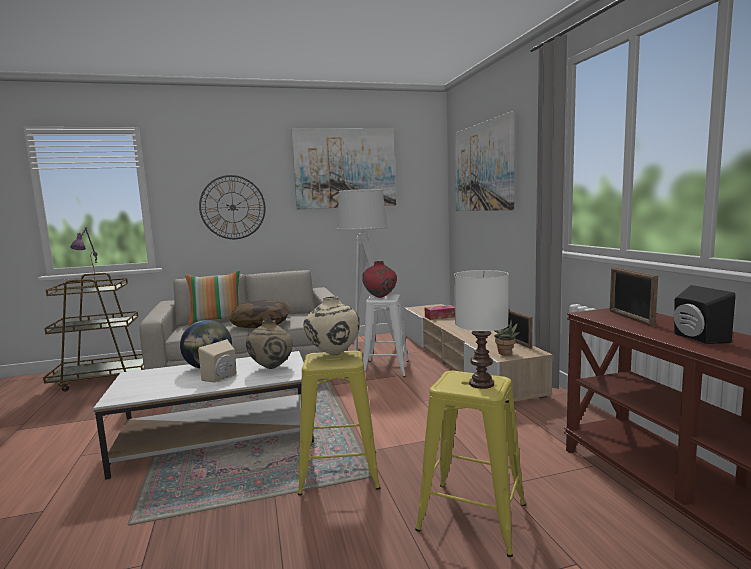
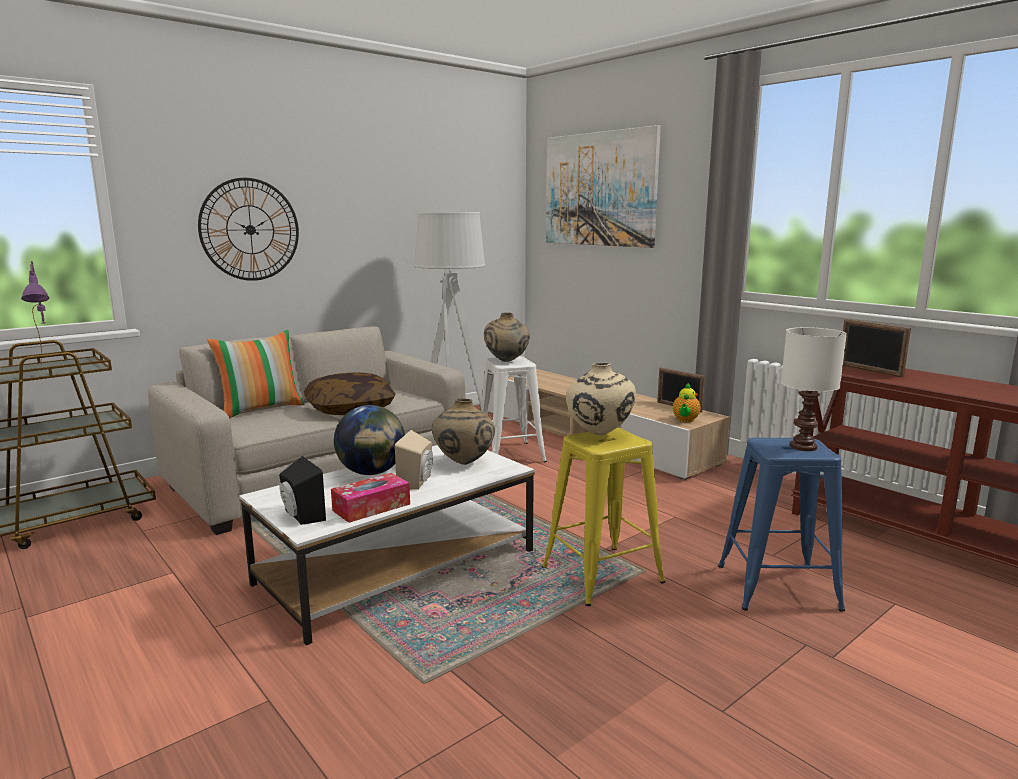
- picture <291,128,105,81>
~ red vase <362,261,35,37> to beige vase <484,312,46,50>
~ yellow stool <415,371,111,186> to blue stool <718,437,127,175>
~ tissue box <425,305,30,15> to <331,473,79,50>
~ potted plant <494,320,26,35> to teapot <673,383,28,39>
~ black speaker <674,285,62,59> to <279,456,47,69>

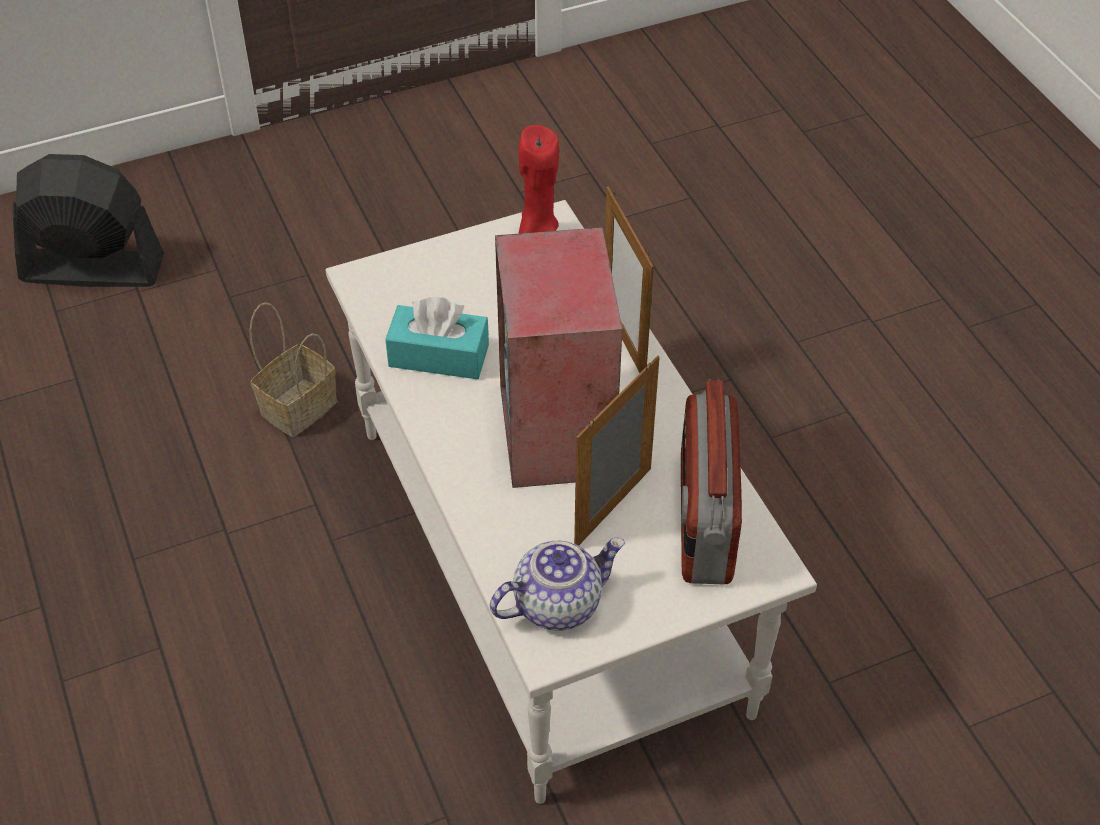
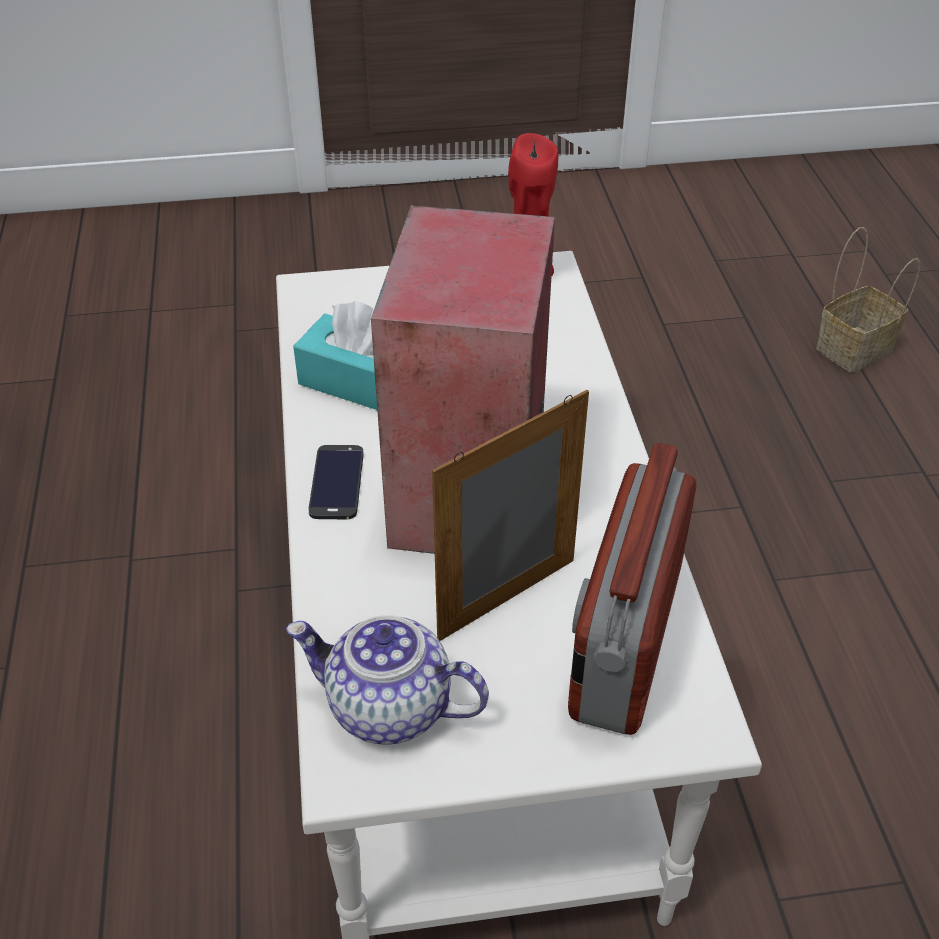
- black fan <12,154,152,133>
~ basket <249,302,88,135> to <816,227,104,146>
~ teapot <490,537,135,94> = <286,615,203,130> 150 degrees counterclockwise
- picture frame <605,187,49,186>
+ phone <309,445,55,74>

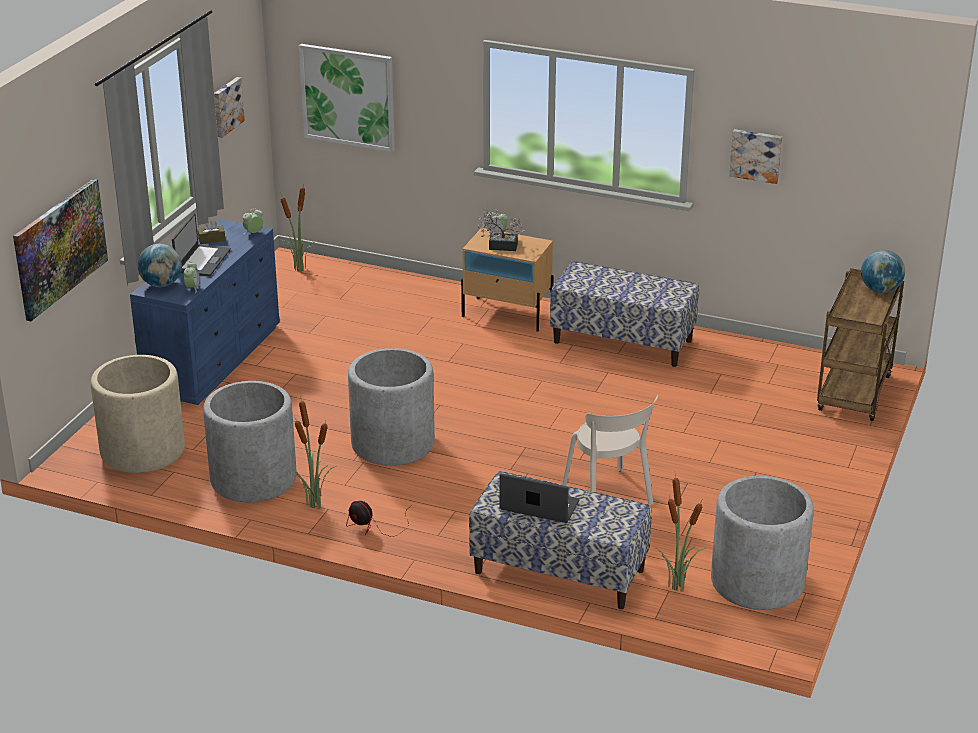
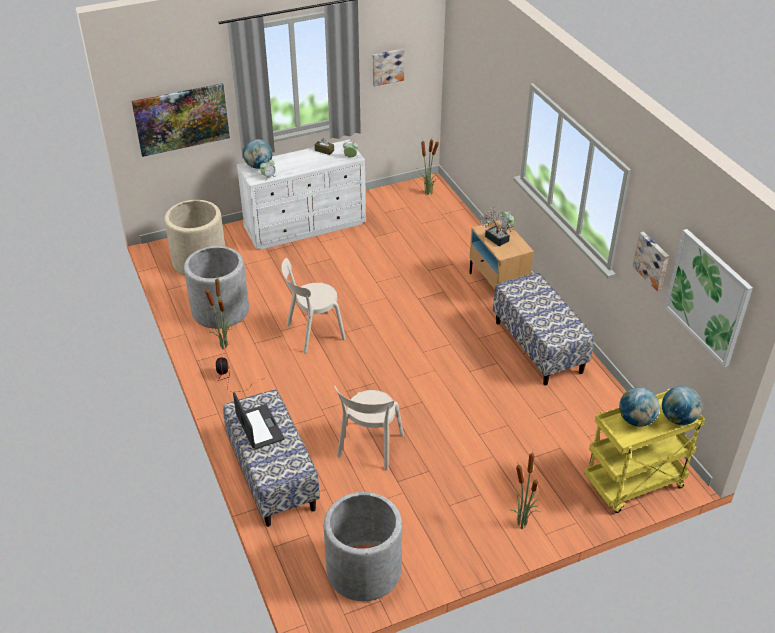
~ blue dresser <130,219,150,186> to white dresser <237,140,129,110>
- laptop <172,213,59,63>
~ picture <299,44,96,108> to <664,229,89,138>
~ grey planter <348,348,87,118> to beige chair <281,258,65,96>
~ potted plant <656,475,50,117> to <511,450,29,80>
~ brown cart <817,268,87,153> to yellow cart <584,389,121,124>
+ globe <619,387,41,40>

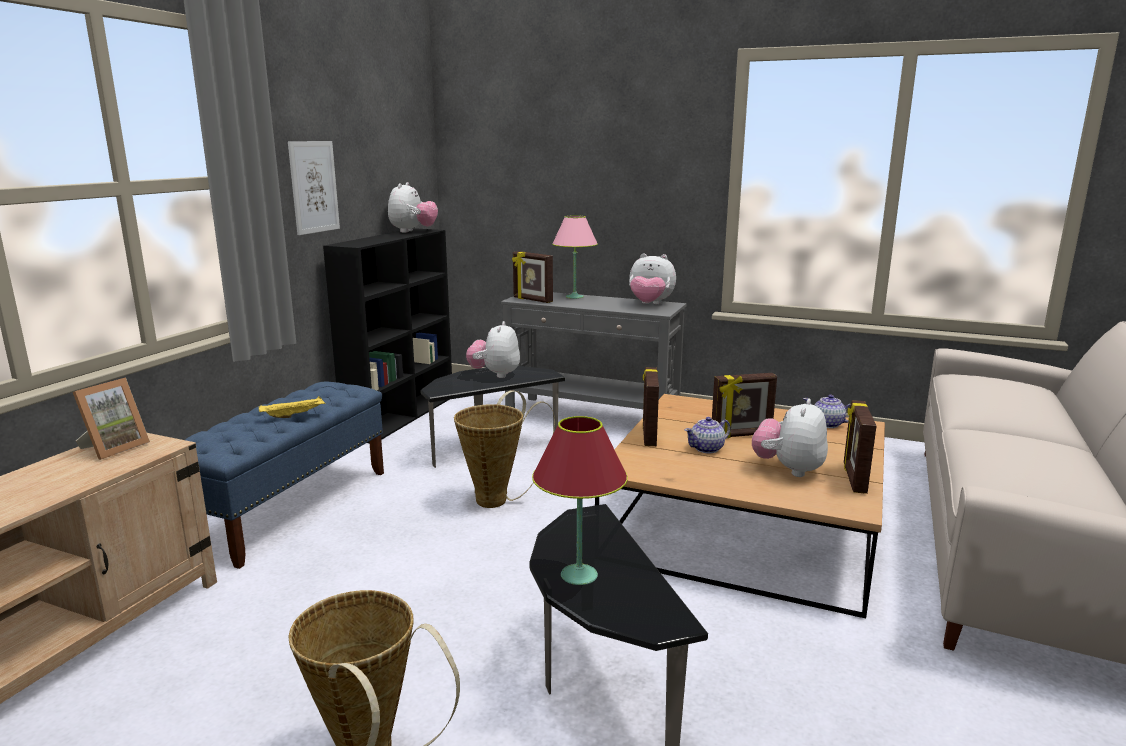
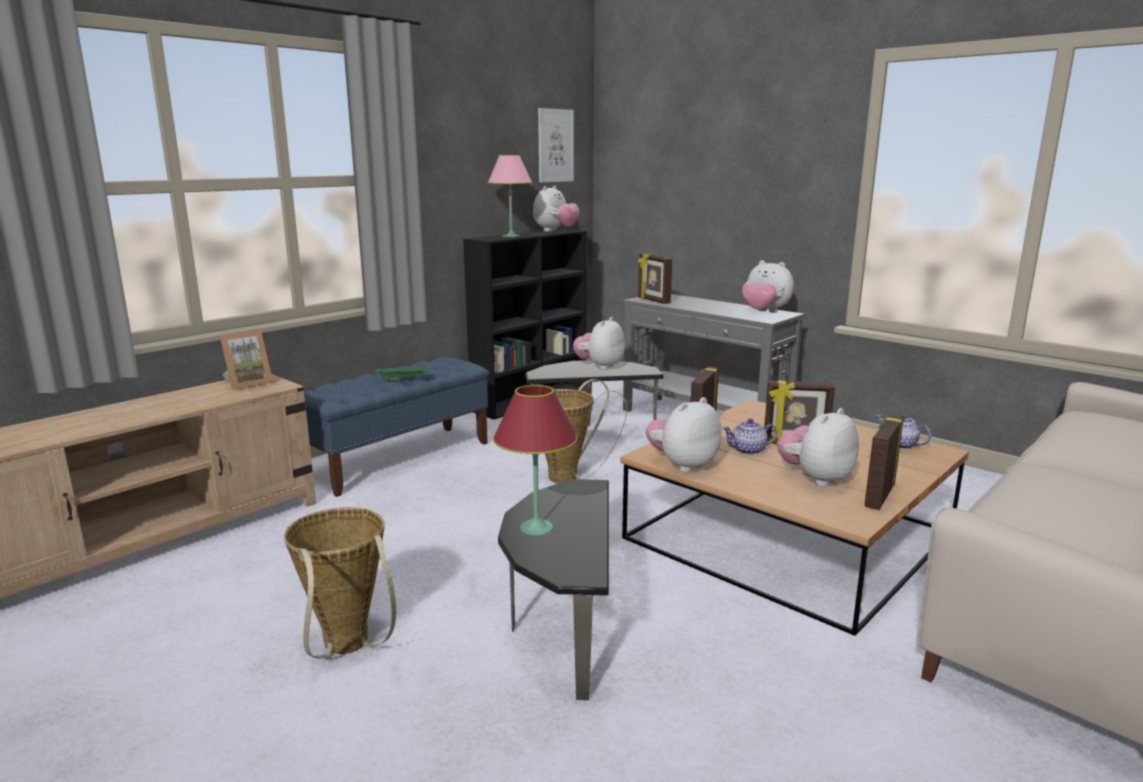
~ yellow tray <259,396,66,22> to green tray <373,365,55,16>
~ picture <288,141,52,94> to <538,108,36,75>
~ pink table lamp <552,215,46,84> to <488,155,44,82>
+ plush toy <646,397,75,75>

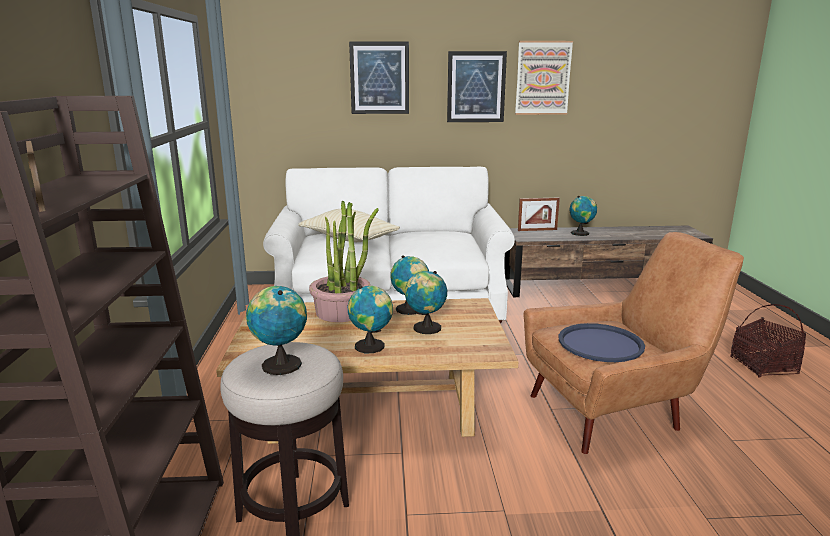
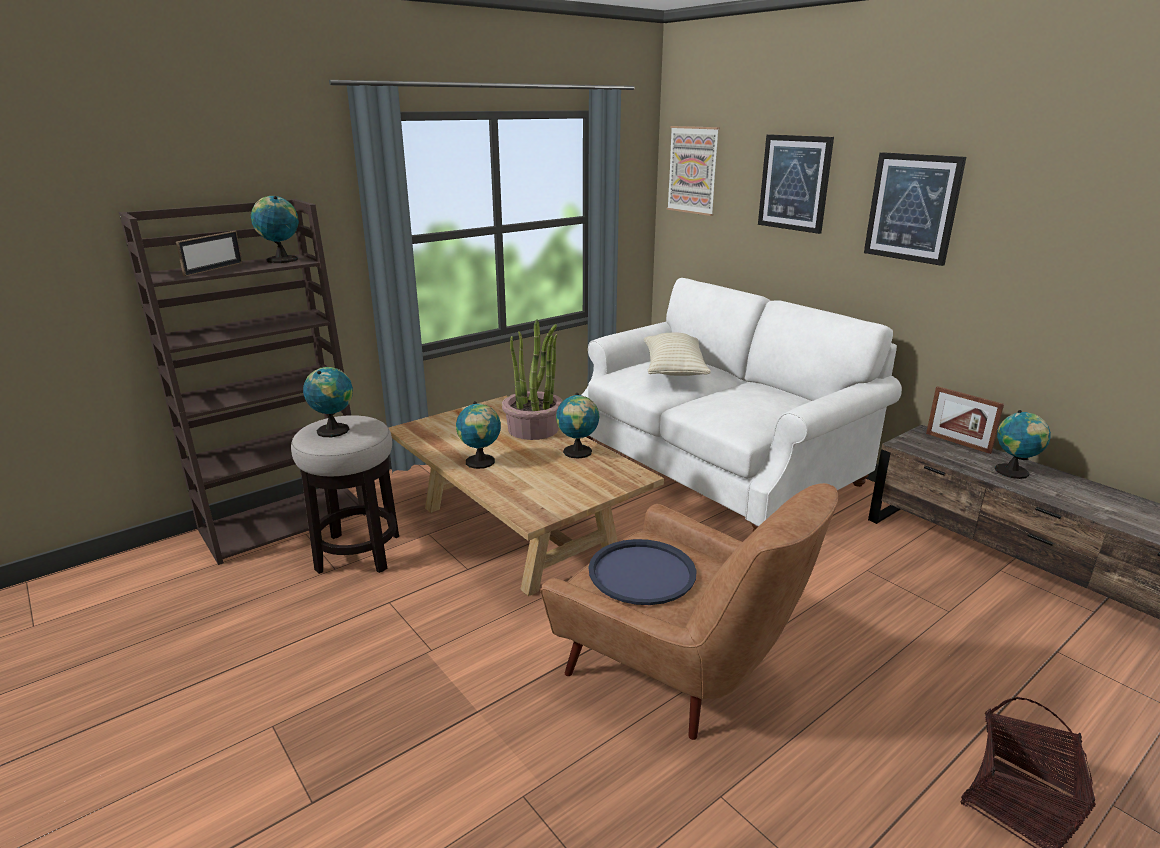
~ globe <405,271,42,63> to <251,196,48,67>
~ picture <515,41,58,74> to <667,126,53,90>

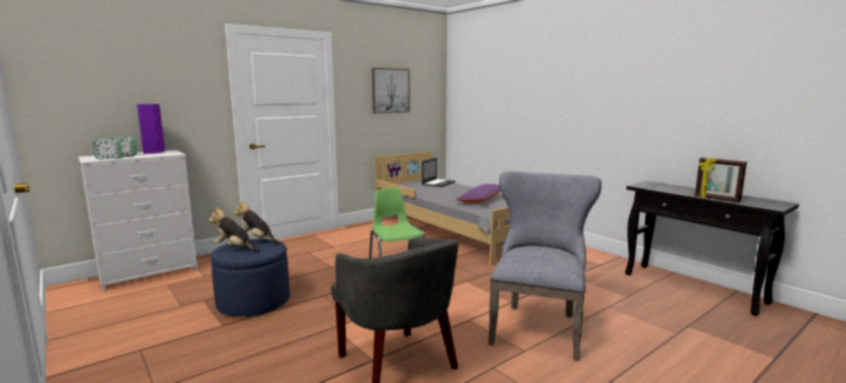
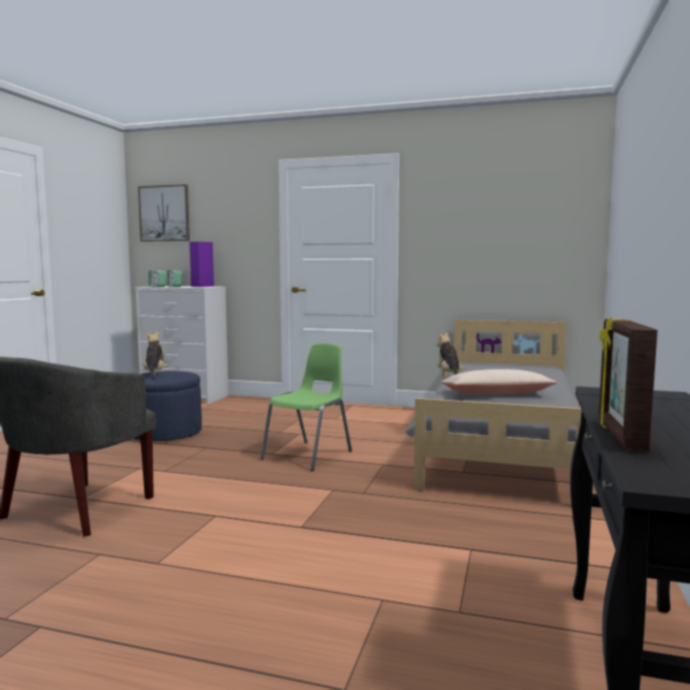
~ plush toy <234,201,46,43> to <437,332,28,43>
~ picture <372,68,38,46> to <138,184,52,58>
- laptop <422,158,34,29>
~ purple pillow <456,184,45,19> to beige pillow <441,369,117,26>
- grey chair <488,171,114,190>

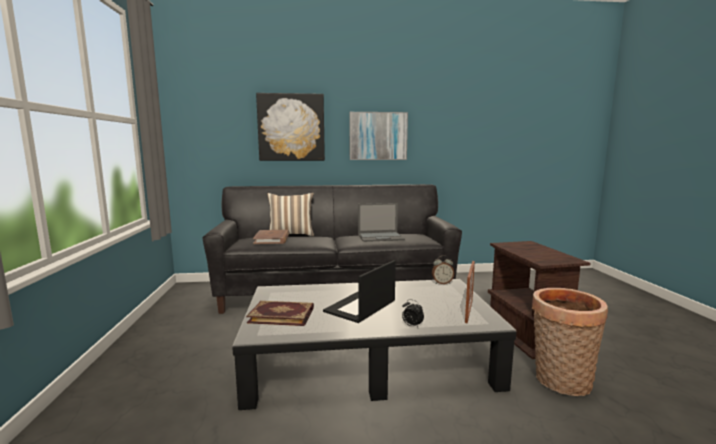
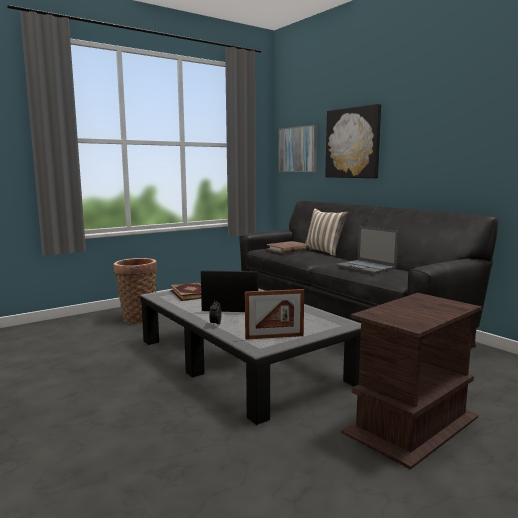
~ picture <349,112,59,48> to <278,125,40,47>
- alarm clock <432,255,22,29>
~ basket <532,288,76,108> to <113,258,44,66>

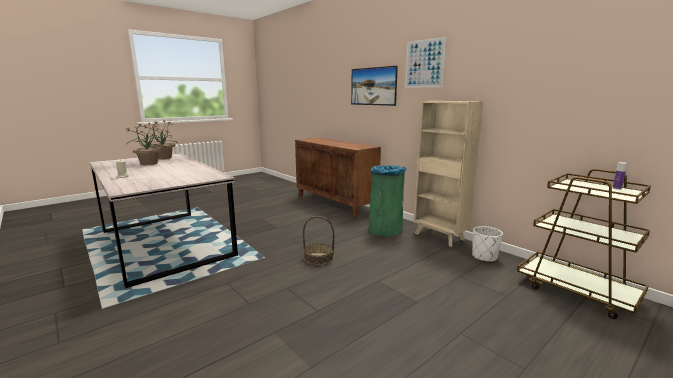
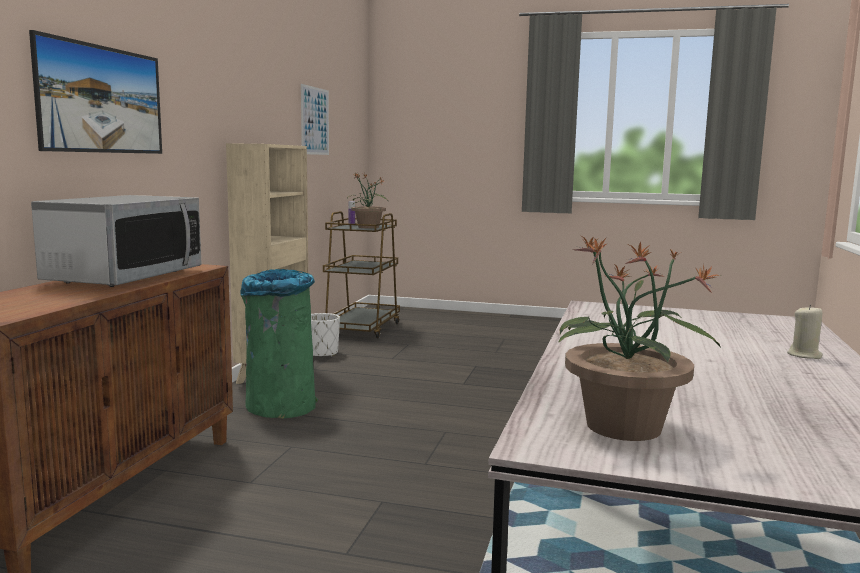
~ potted plant <125,122,39,43> to <347,173,41,56>
- basket <303,216,31,49>
~ picture <405,37,42,51> to <301,84,28,71>
+ microwave <31,195,171,92>

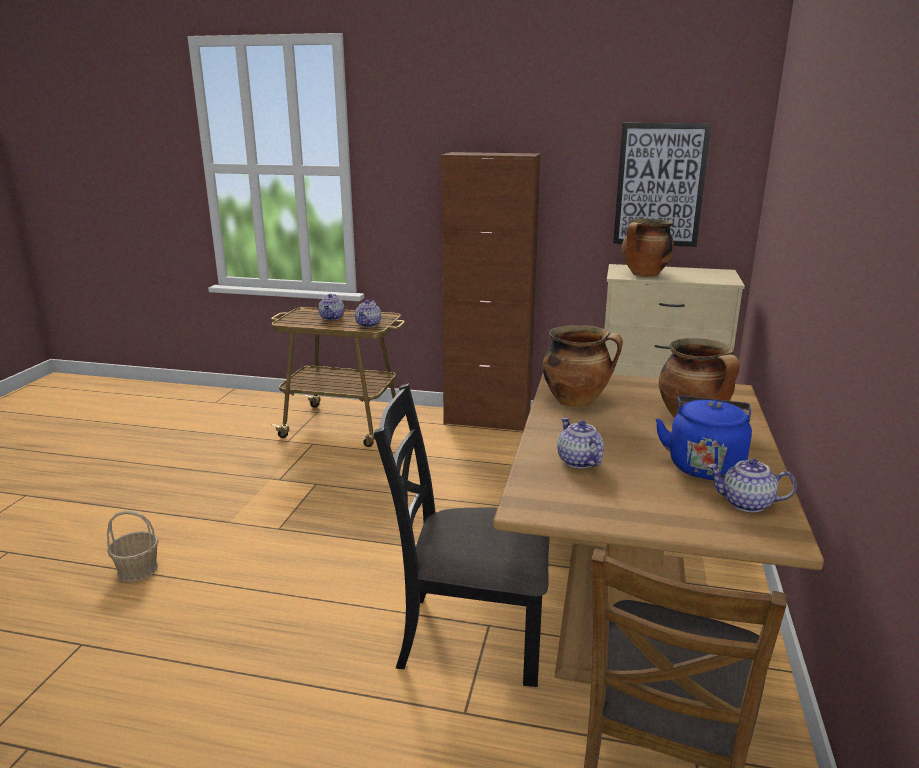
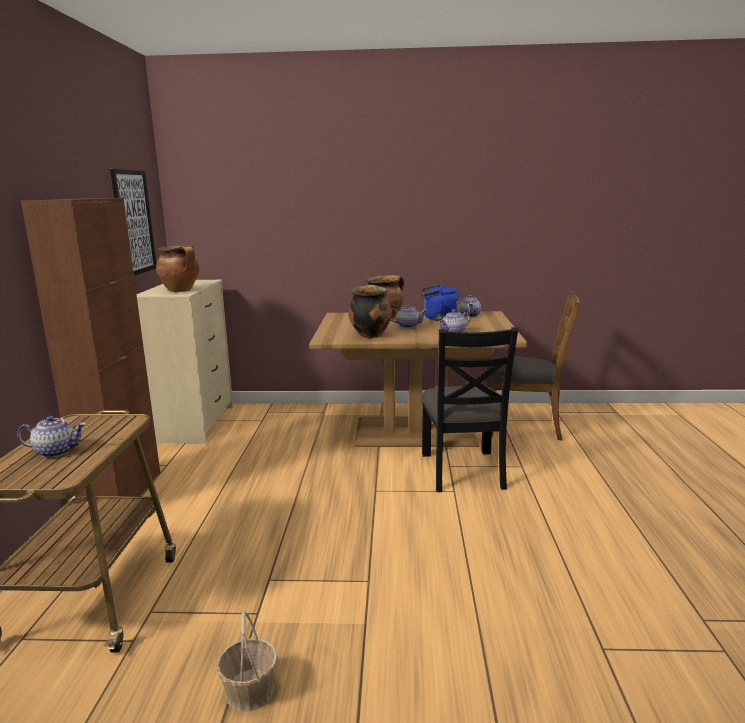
~ basket <107,511,52,71> to <216,612,62,99>
~ teapot <355,300,26,27> to <391,304,36,24>

